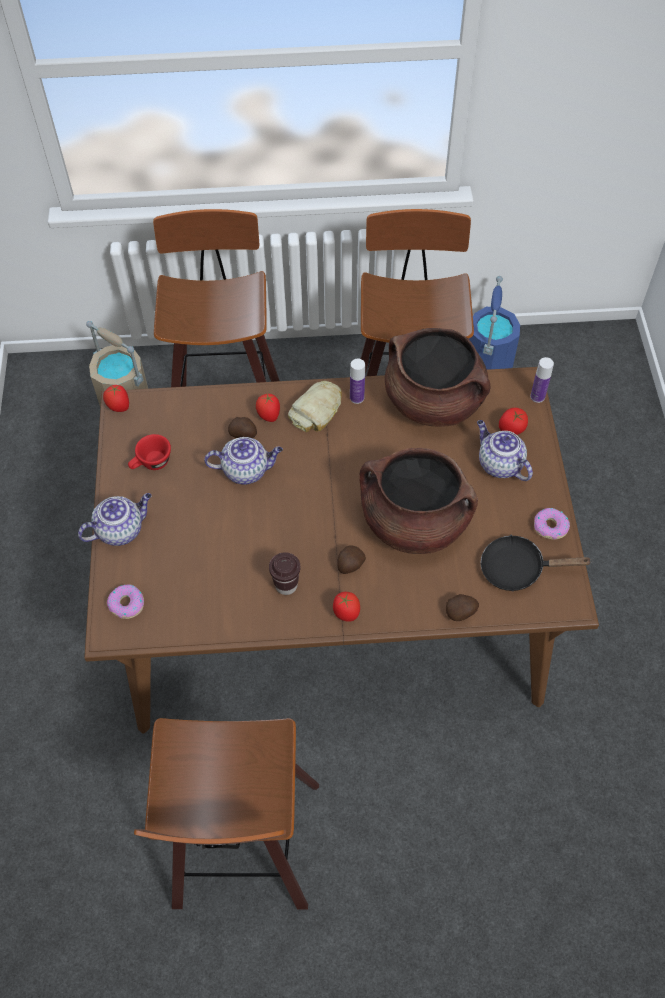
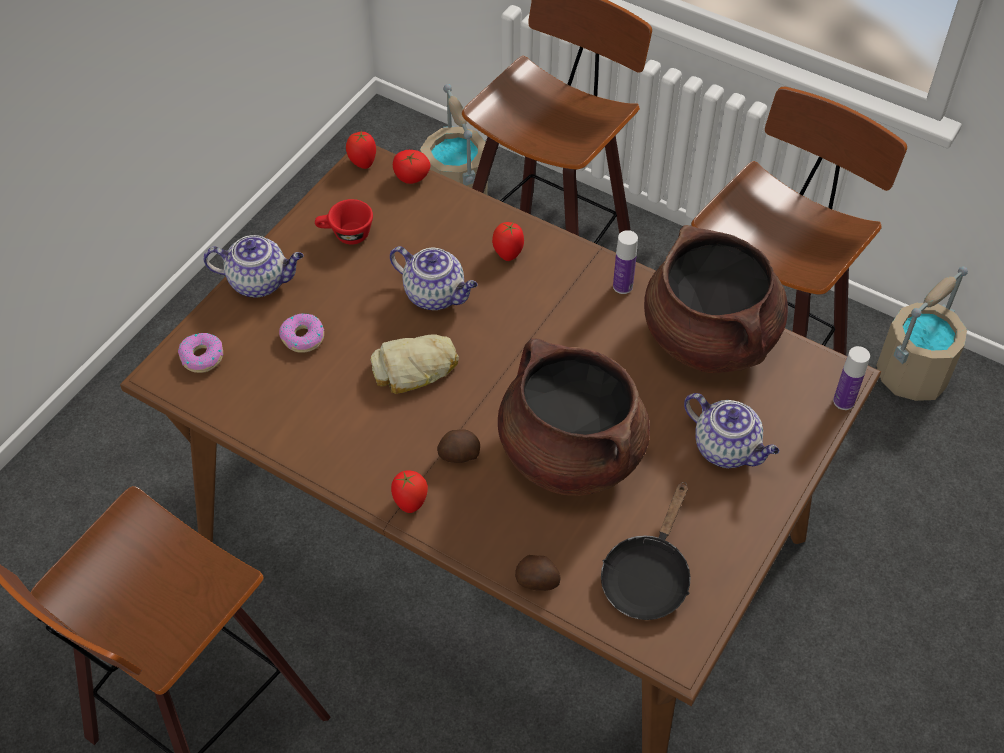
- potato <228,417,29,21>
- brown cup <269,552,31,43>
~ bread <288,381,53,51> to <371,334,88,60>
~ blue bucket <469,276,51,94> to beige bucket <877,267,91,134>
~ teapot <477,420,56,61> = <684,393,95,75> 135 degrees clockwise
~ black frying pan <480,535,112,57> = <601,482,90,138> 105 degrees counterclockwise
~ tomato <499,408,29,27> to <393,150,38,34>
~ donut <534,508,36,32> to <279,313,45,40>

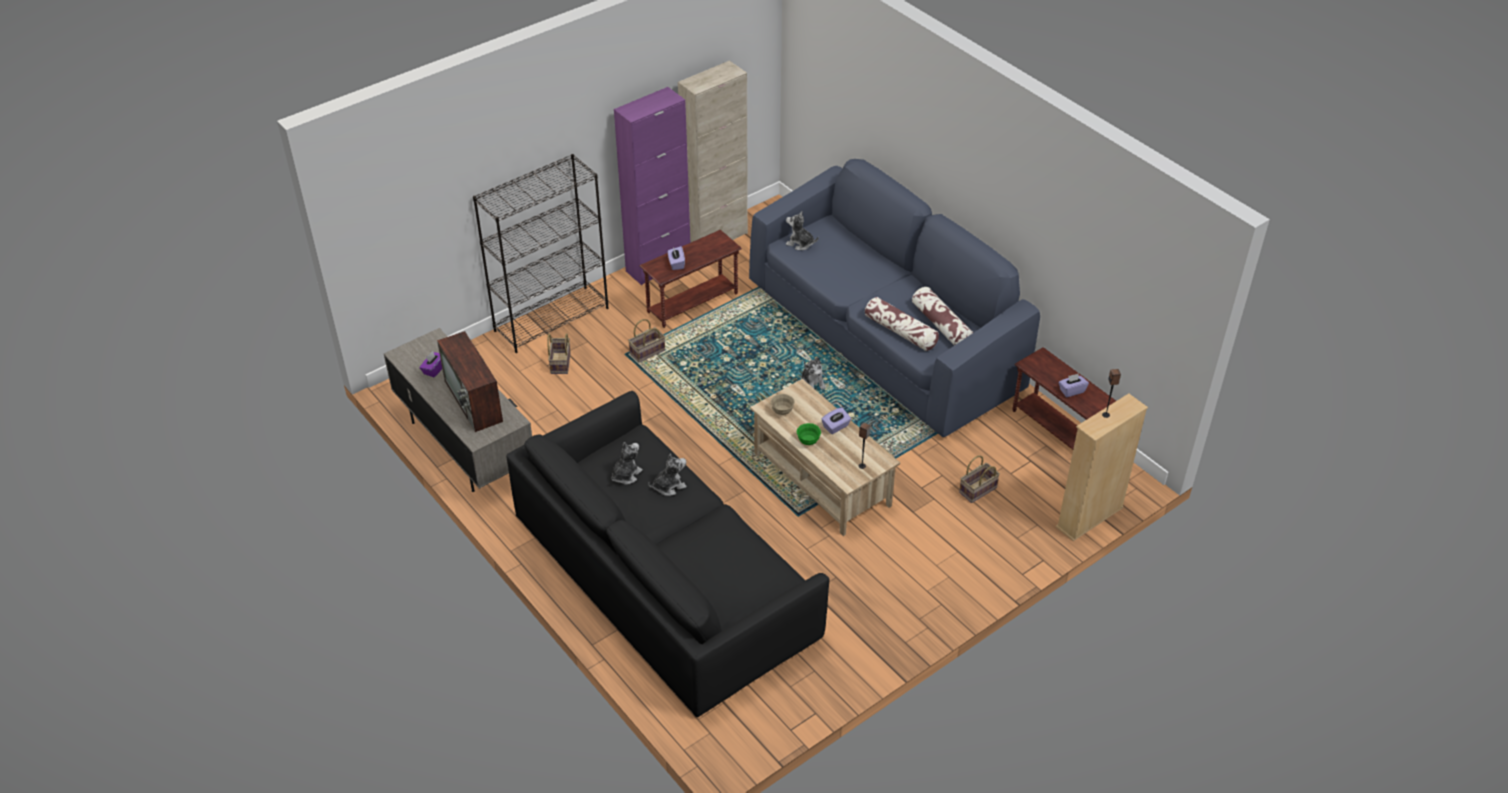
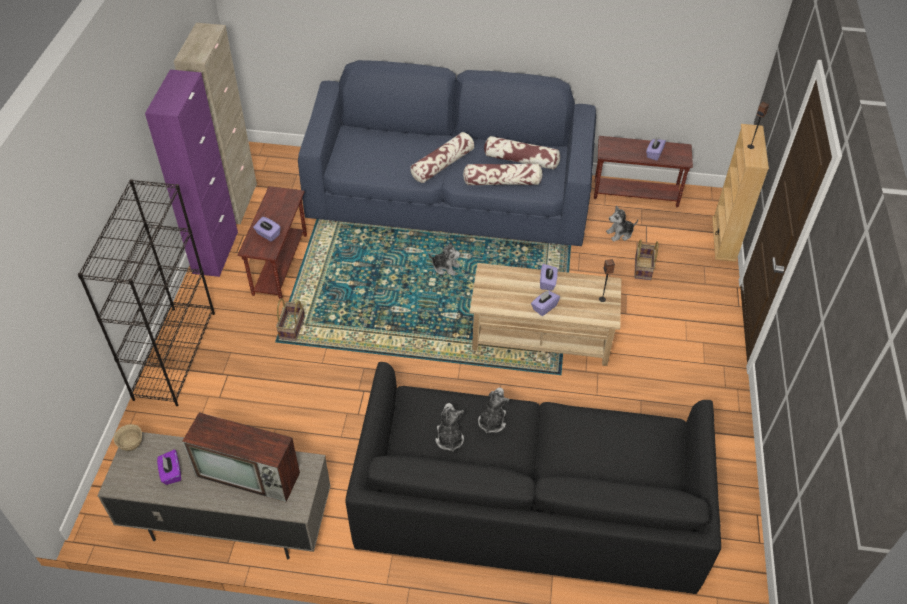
- basket <547,333,24,41>
~ beige bowl <770,394,25,21> to <113,424,29,27>
~ plush toy <786,211,33,39> to <606,206,32,36>
~ green bowl <796,423,25,22> to purple tissue box <531,290,29,26>
+ pillow <410,132,64,51>

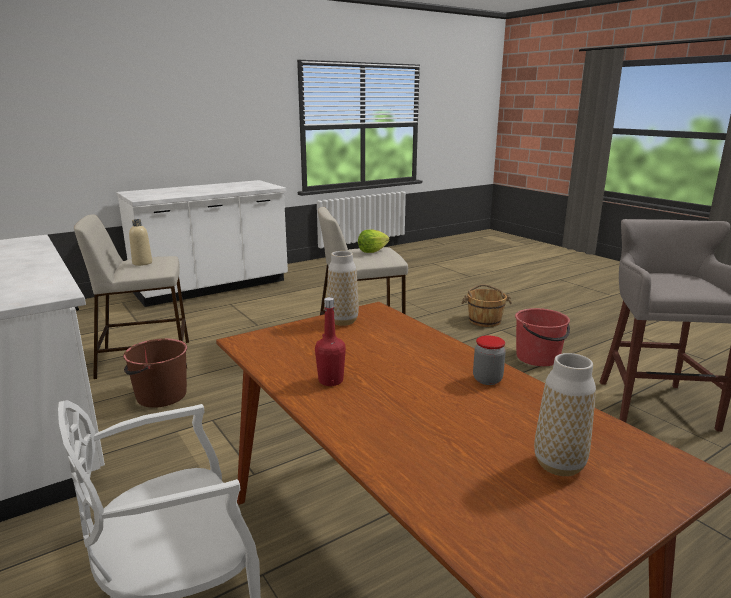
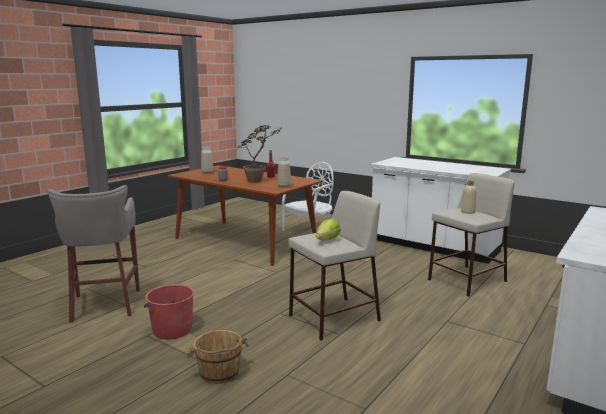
- brown bucket <123,338,64,70>
+ potted plant <237,125,46,58>

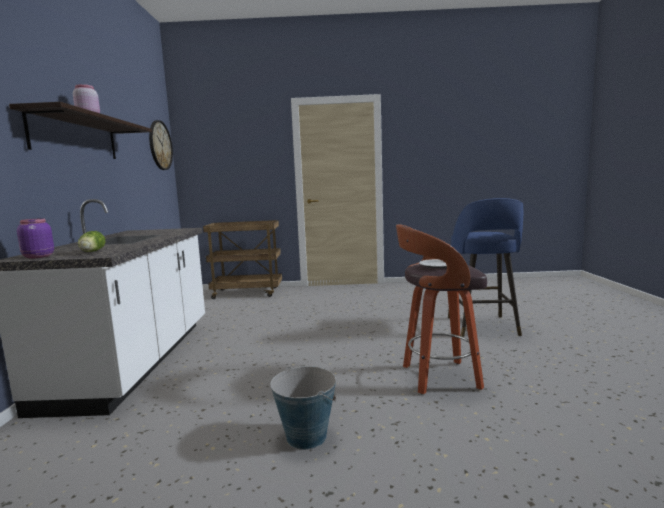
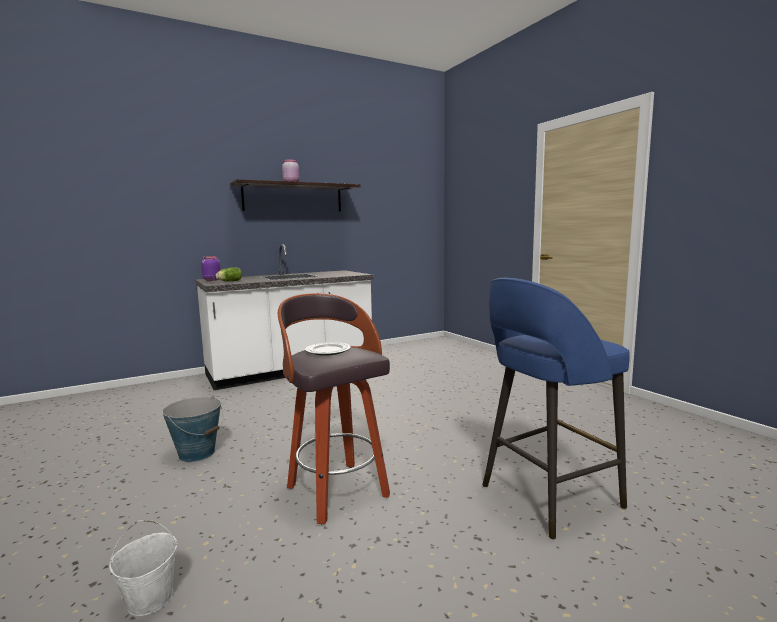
- wall clock <149,120,24,50>
- brown cart <203,220,79,79>
+ white bucket <109,520,68,96>

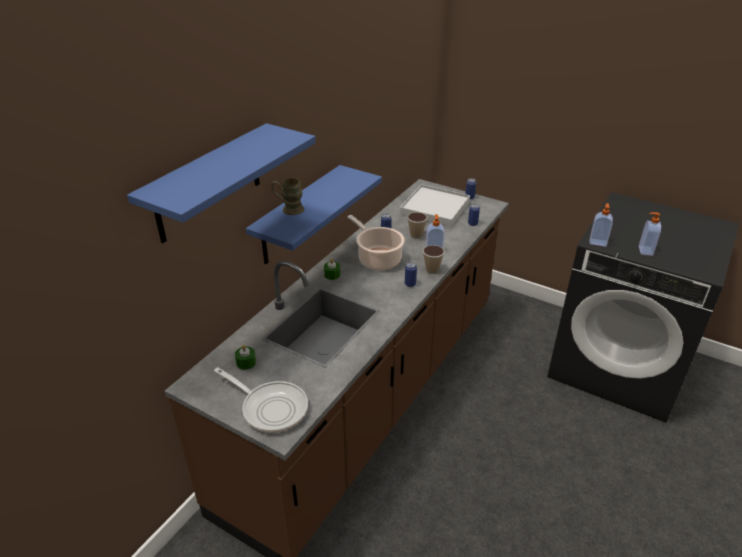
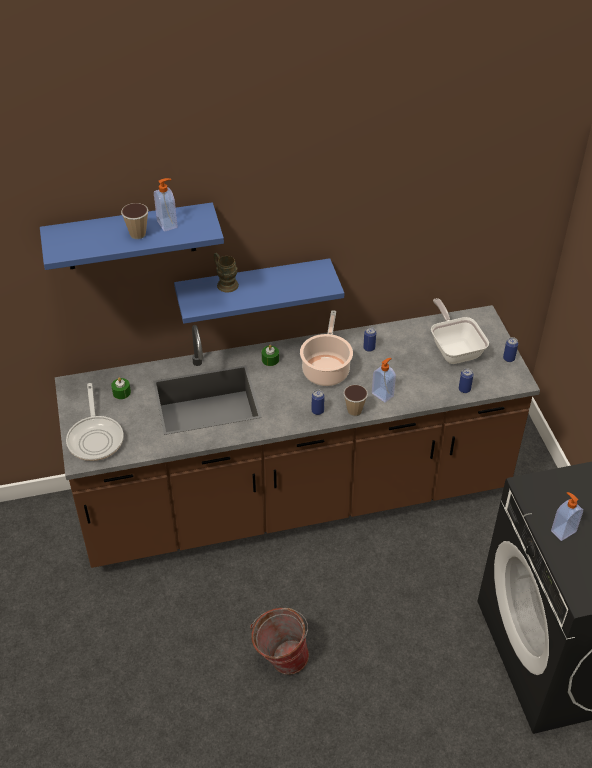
~ white tray <400,184,70,43> to frying pan <431,298,58,66>
~ cup <407,212,20,27> to <121,203,27,36>
~ soap dispenser <589,203,24,44> to <154,178,24,54>
+ bucket <250,608,59,67>

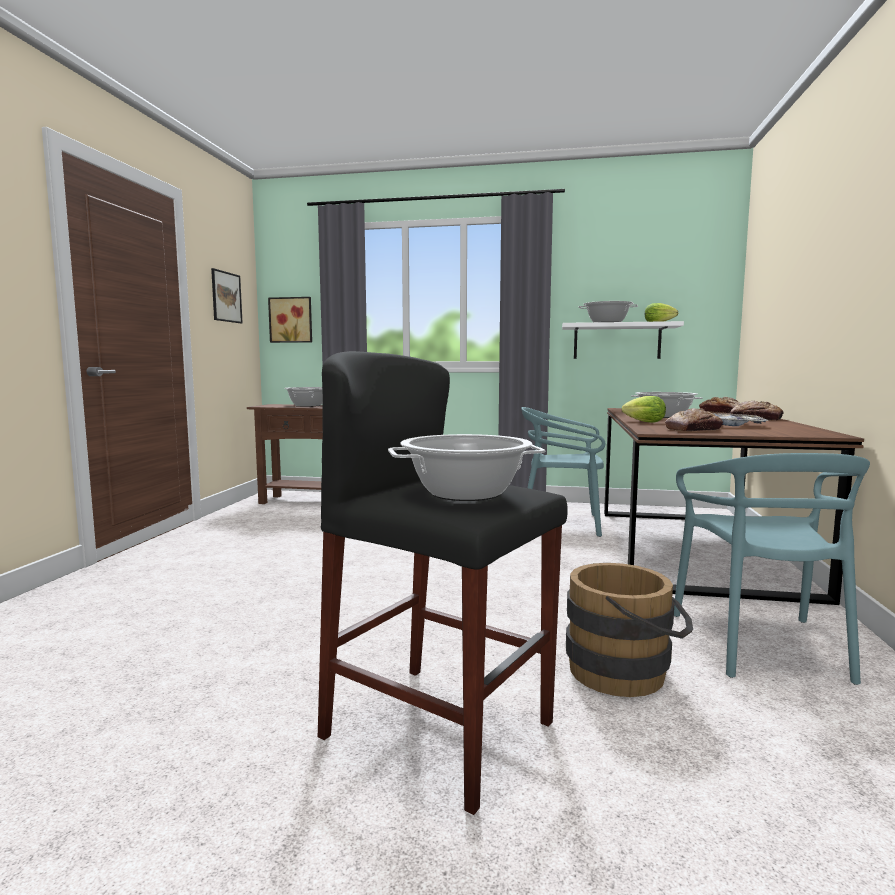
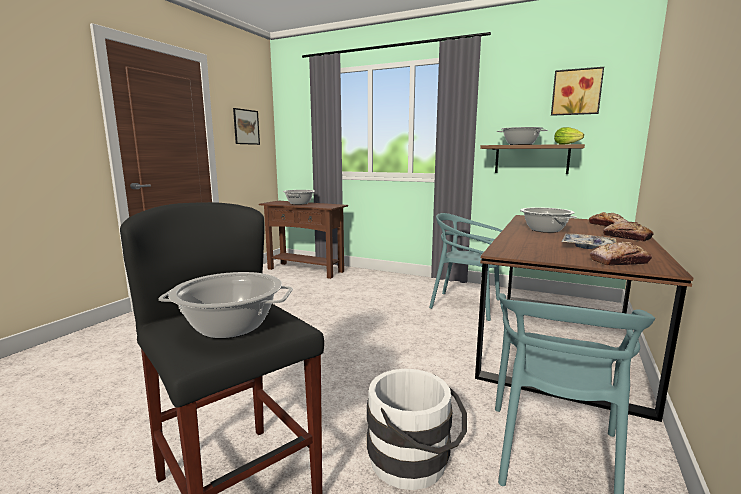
~ picture <268,297,44,46> to <551,67,53,49>
~ white shelf <562,321,122,38> to brown shelf <480,144,105,30>
~ brown bucket <566,563,127,134> to white bucket <367,369,100,121>
- lettuce <622,396,44,27>
~ bread <665,408,58,23> to <590,242,62,24>

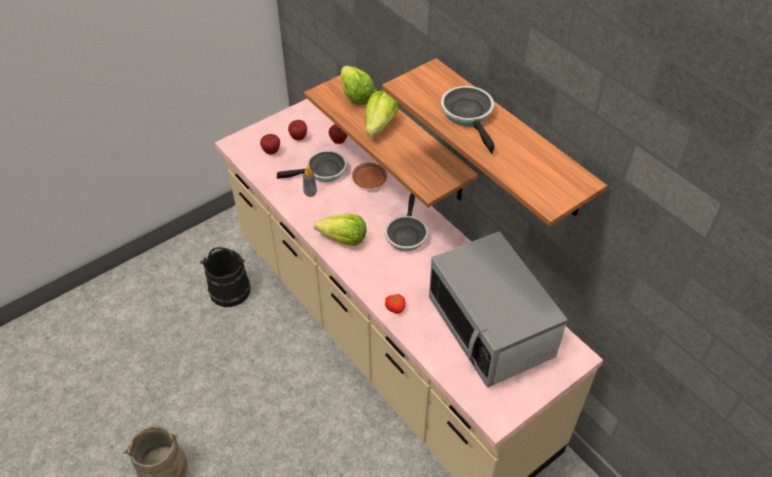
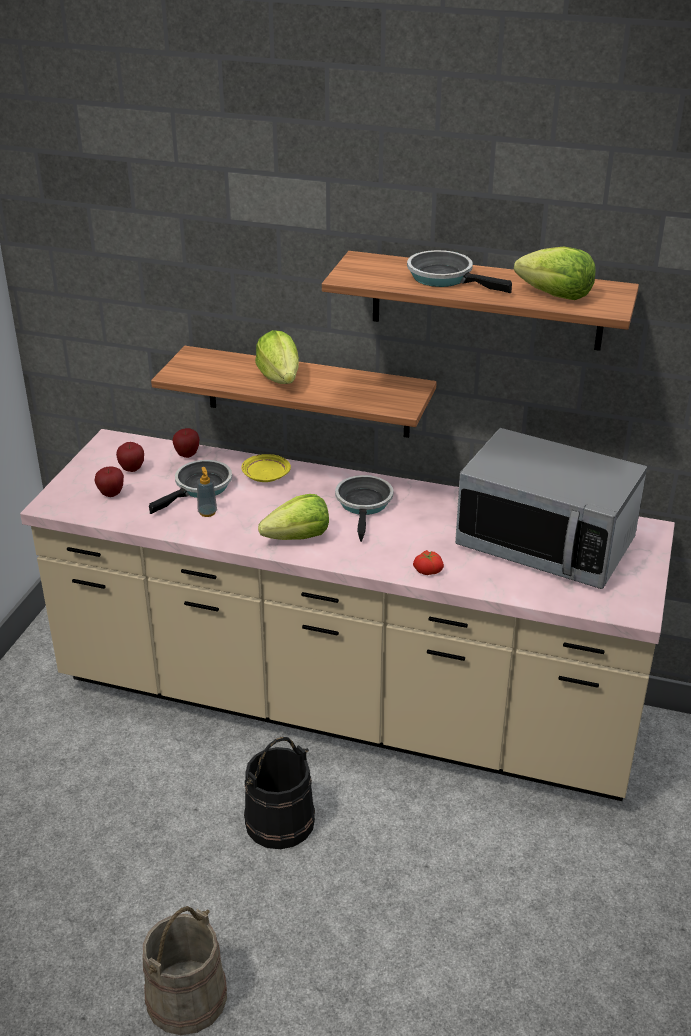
~ black bucket <200,247,50,60> to <244,737,71,112>
~ lettuce <341,66,34,39> to <514,247,81,53>
~ brown plate <352,163,35,25> to yellow plate <241,454,50,28>
~ frying pan <385,193,43,58> = <335,475,59,67> 150 degrees counterclockwise

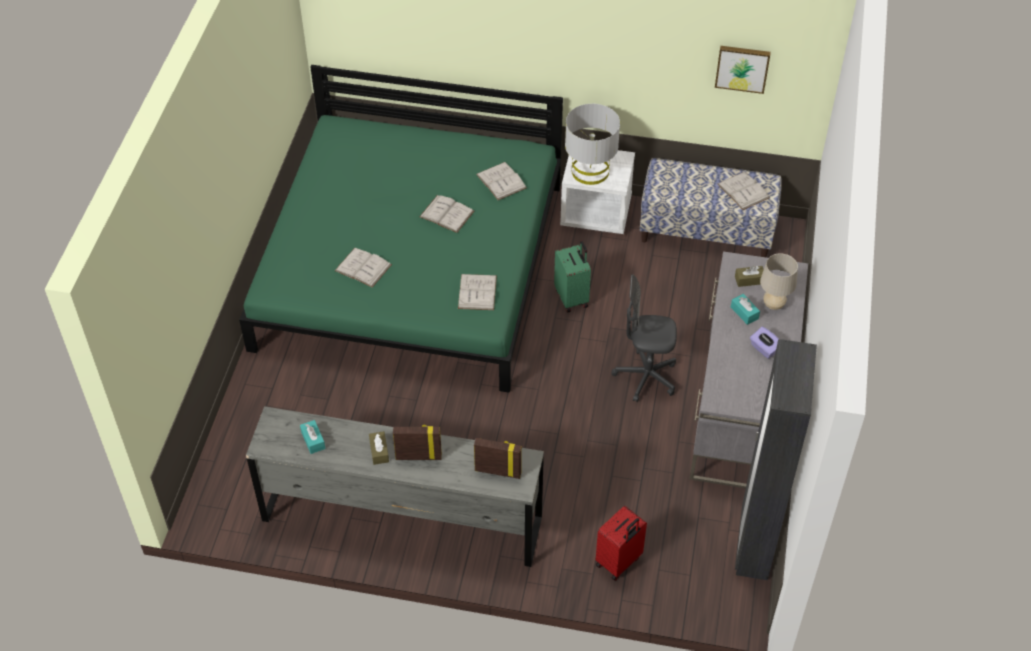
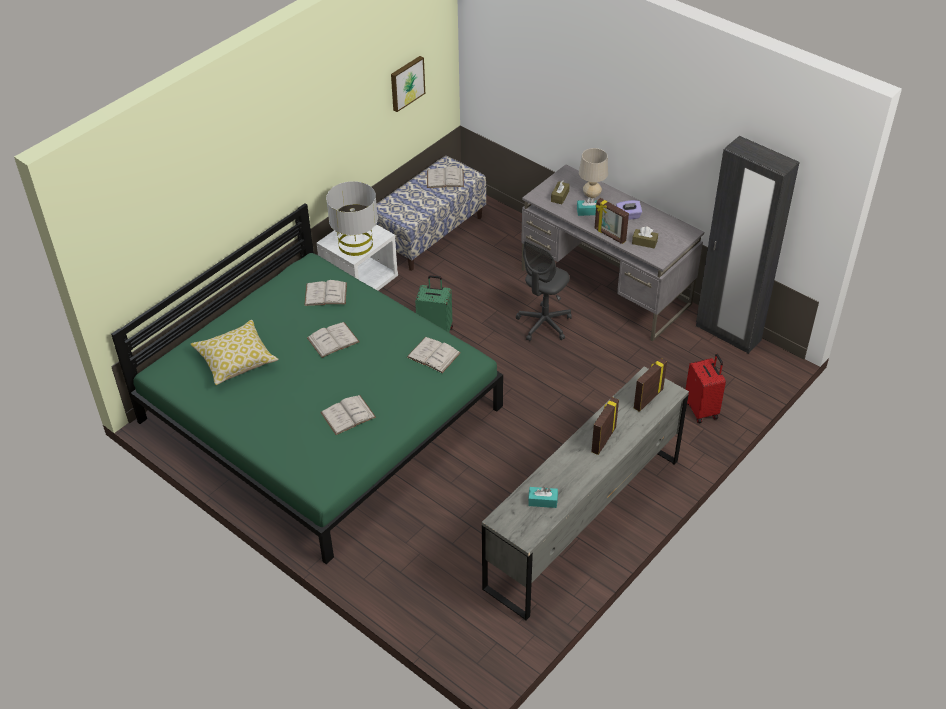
~ brown tissue box <369,431,20,34> to <632,227,26,22>
+ pillow <190,320,89,65>
+ picture frame <595,198,34,46>

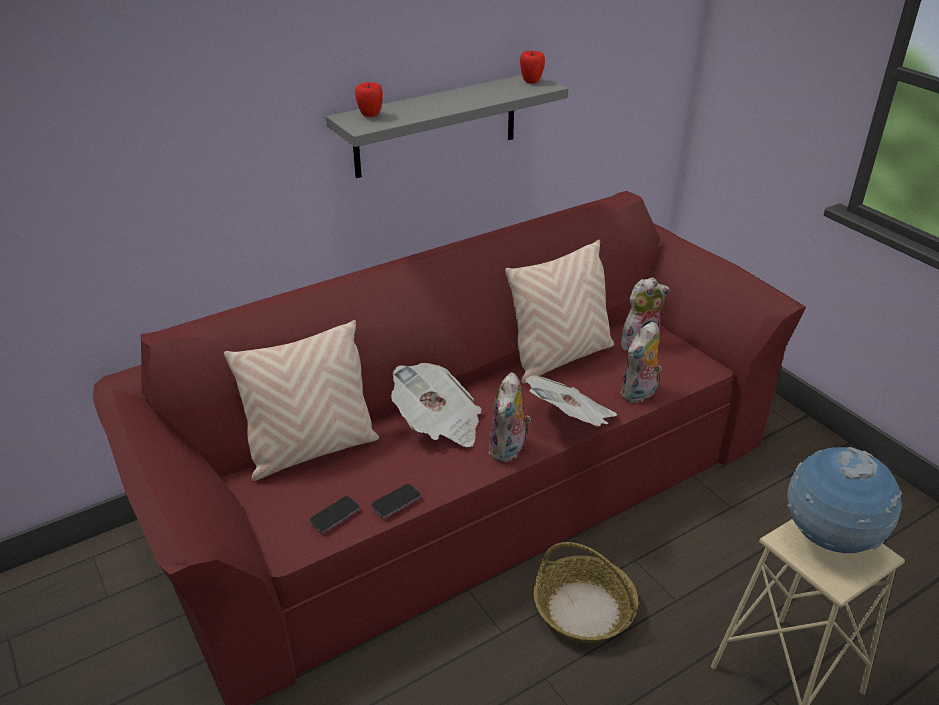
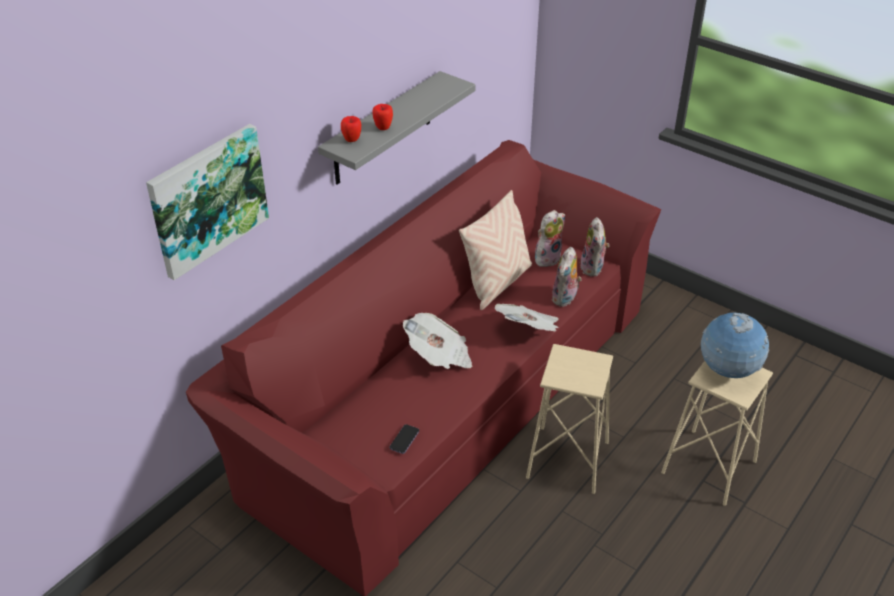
- beige pillow <224,320,155,161>
- phone <371,484,50,34>
~ plush toy <489,372,42,90> to <580,217,30,60>
~ apple <520,51,25,32> to <372,104,21,26>
~ basket <533,542,105,101> to beige stool <526,344,87,150>
+ picture <146,124,123,156>

